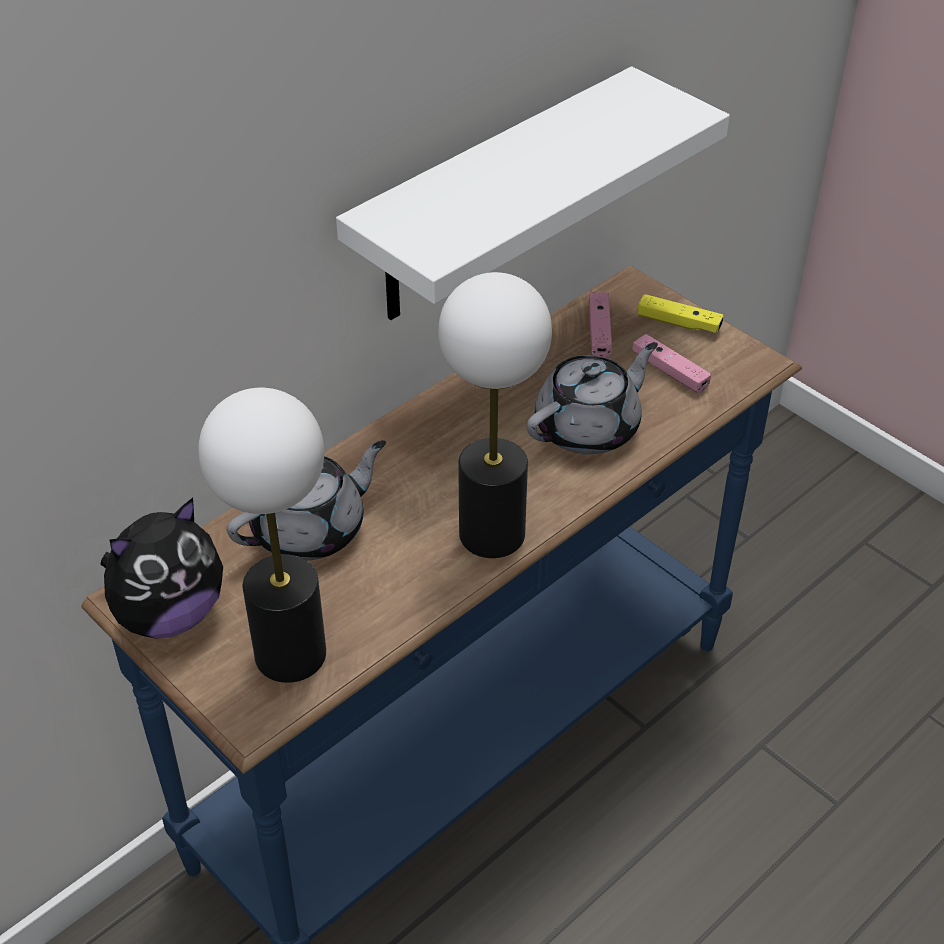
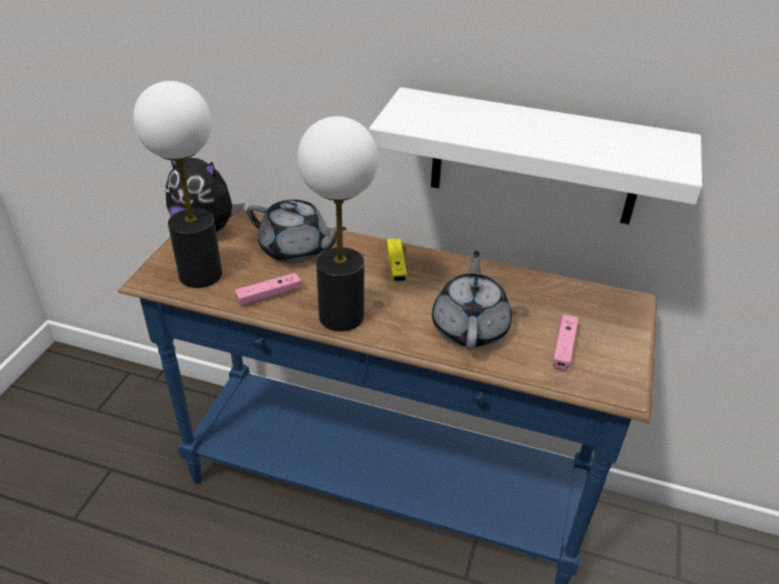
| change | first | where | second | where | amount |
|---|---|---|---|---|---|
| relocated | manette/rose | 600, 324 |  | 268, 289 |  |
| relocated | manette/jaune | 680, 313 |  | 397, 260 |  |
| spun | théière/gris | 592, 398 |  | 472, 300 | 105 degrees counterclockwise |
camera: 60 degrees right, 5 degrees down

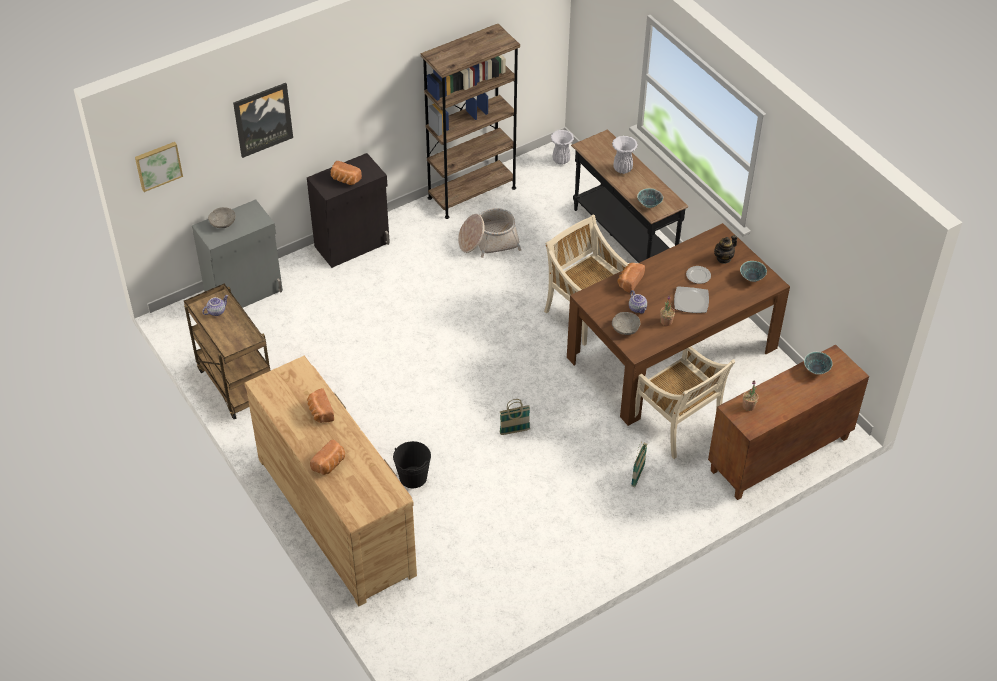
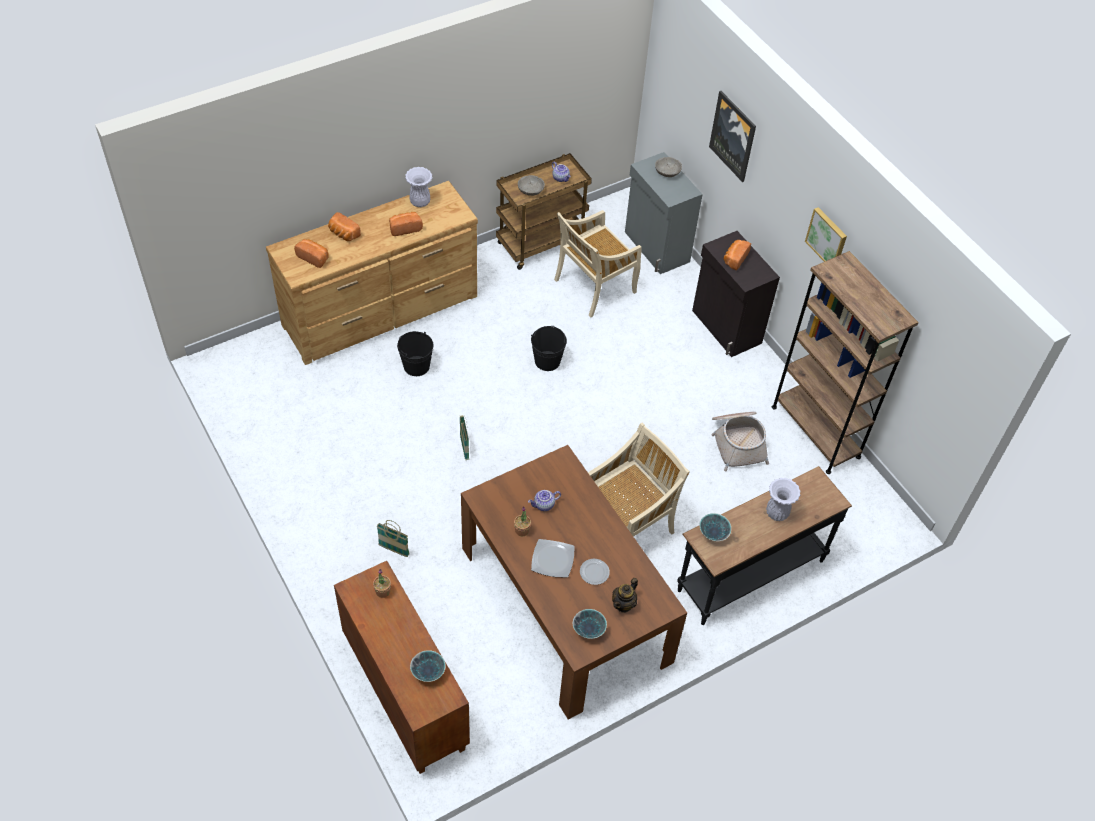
| change | first | where | second | where | amount |
|---|---|---|---|---|---|
| appeared |  |  | seau/noir | 549, 348 |  |
| relocated | tableau | 159, 167 |  | 826, 234 |  |
| relocated | vase/blanc | 562, 147 |  | 419, 187 |  |
| relocated | bol/gris | 626, 323 |  | 531, 185 |  |
| relocated | pain | 631, 278 |  | 311, 253 |  |
| relocated | chaise/beige | 685, 402 |  | 598, 263 |  |
| spun | théière | 725, 249 |  | 625, 595 | 105 degrees counterclockwise |
camera: 90 degrees right, 5 degrees up

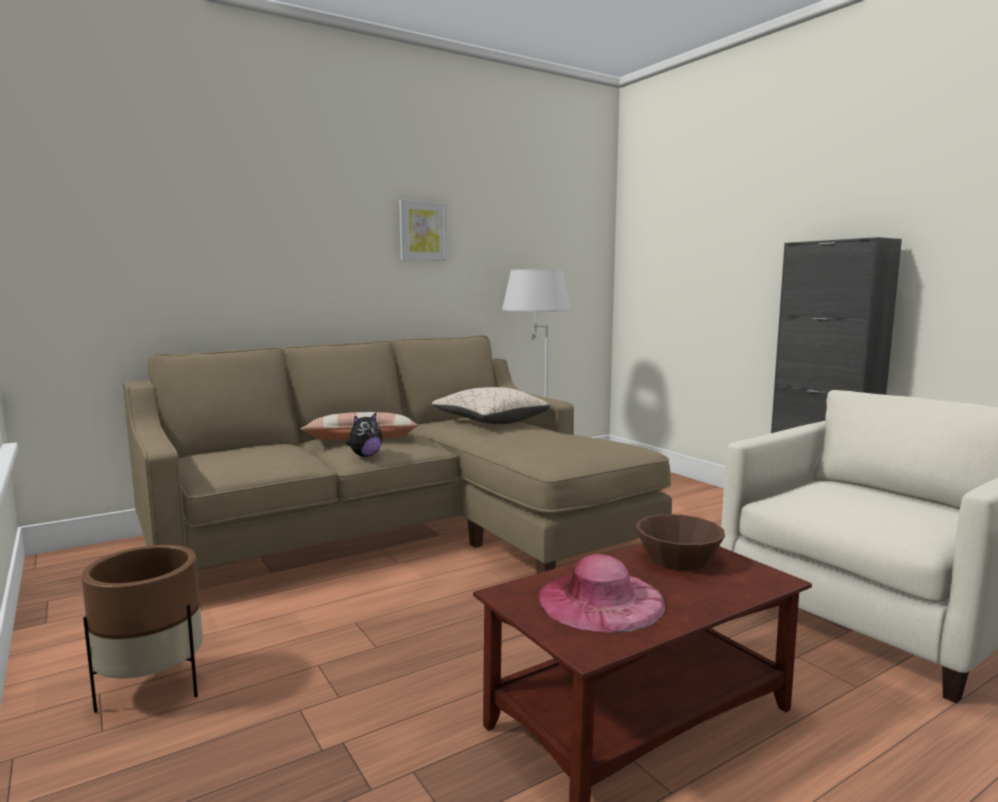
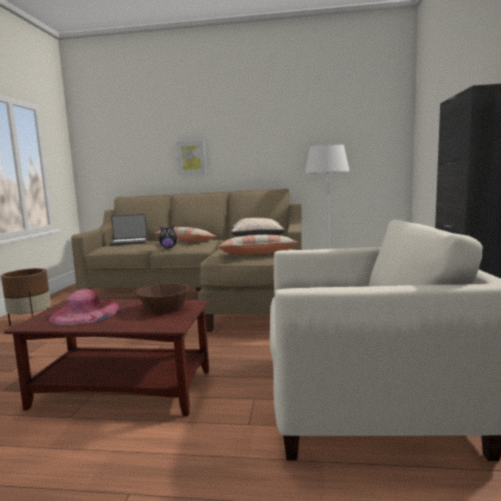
| change | first | where | second | where | amount |
|---|---|---|---|---|---|
| appeared |  |  | ordinateur portable | 128, 230 |  |
| appeared |  |  | coussin | 258, 245 |  |
| relocated | tableau | 423, 230 |  | 191, 157 |  |
camera: 40 degrees right, 0 degrees up

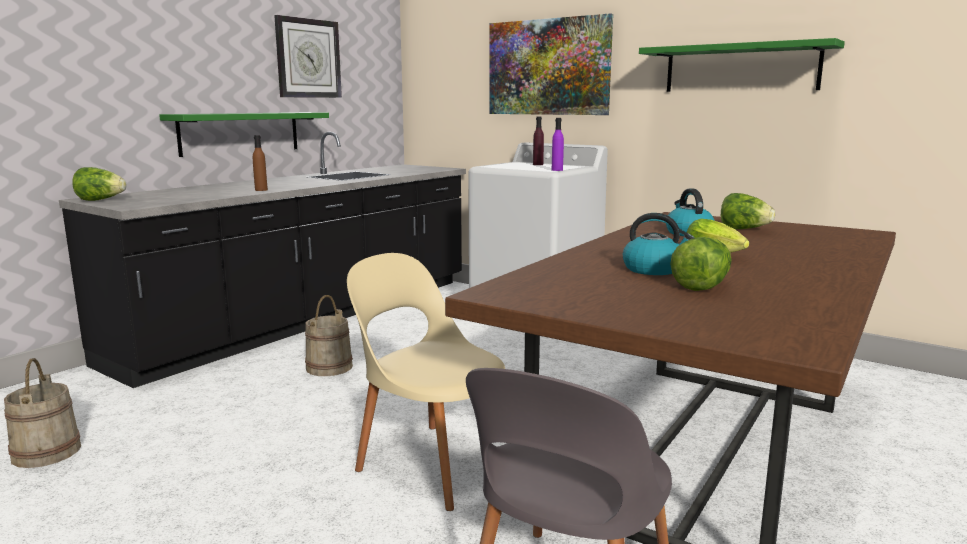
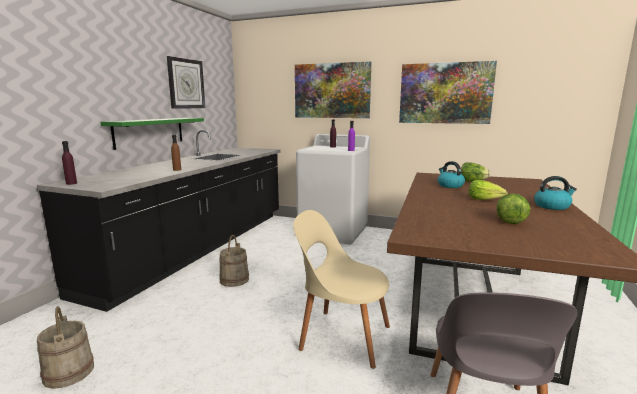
| change | first | where | second | where | amount |
|---|---|---|---|---|---|
| relocated | bouilloire | 659, 244 |  | 555, 193 |  |
| exchanged | laitue | 99, 184 | bouteille/violet | 69, 163 |  |
| exchanged | étagère/vert | 742, 65 | tableau | 448, 92 |  |
camera: 15 degrees left, 0 degrees up

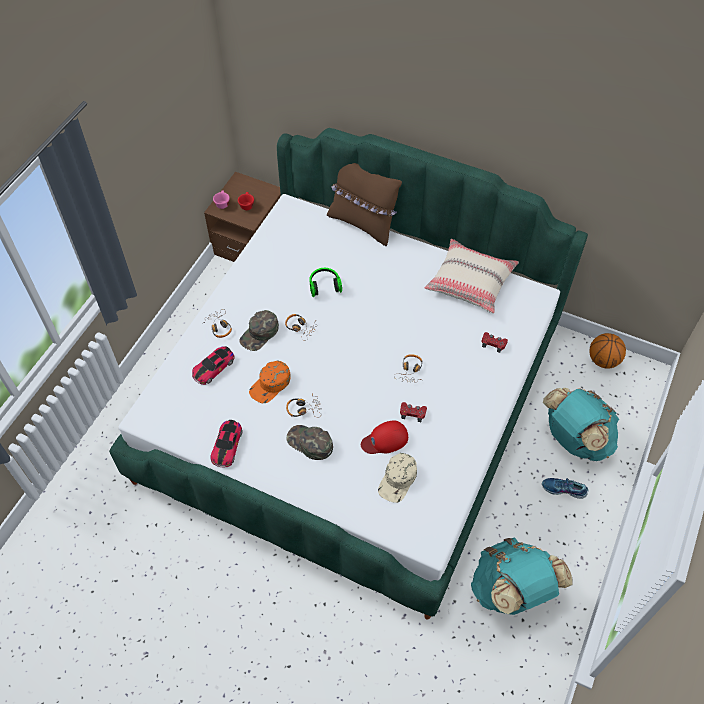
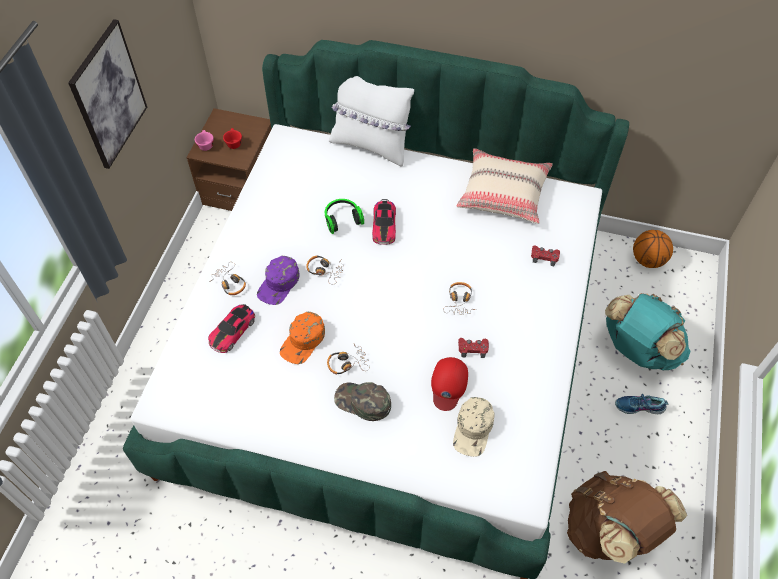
| change | first | where | second | where | amount |
|---|---|---|---|---|---|
| appeared |  |  | tableau | 107, 94 |  |
| relocated | petite voiture | 226, 443 |  | 384, 222 |  |
| colour | casquette/vert | 259, 330 | casquette/violet | 278, 280 |  |
| colour | coussin/marron | 364, 204 | coussin/blanc | 371, 121 |  |
| colour | sac à dos/turquoise | 522, 576 | sac à dos/marron | 627, 517 |  |
| spun | casquette/rouge | 384, 437 |  | 449, 384 | 45 degrees counterclockwise |
camera: 10 degrees left, 0 degrees up

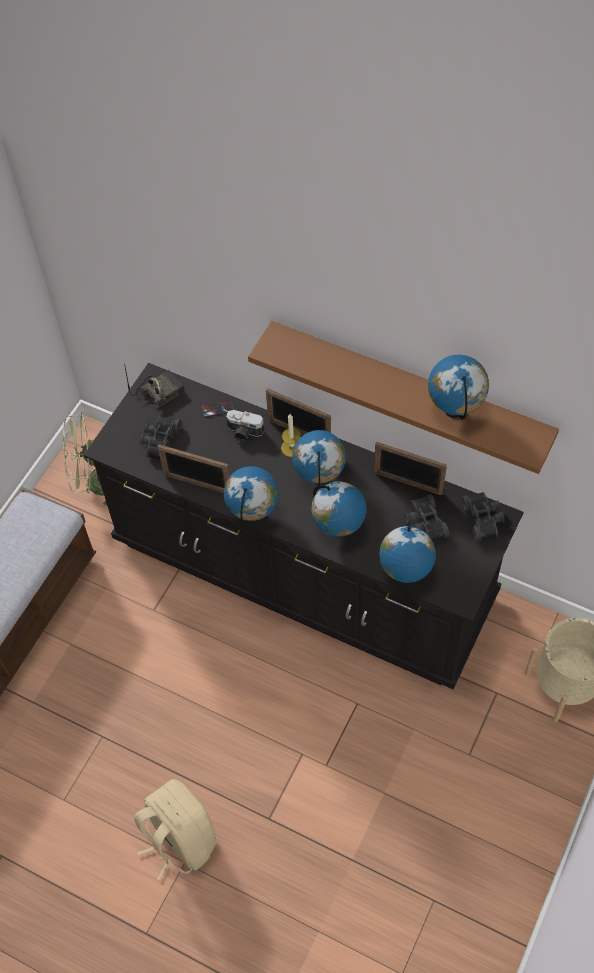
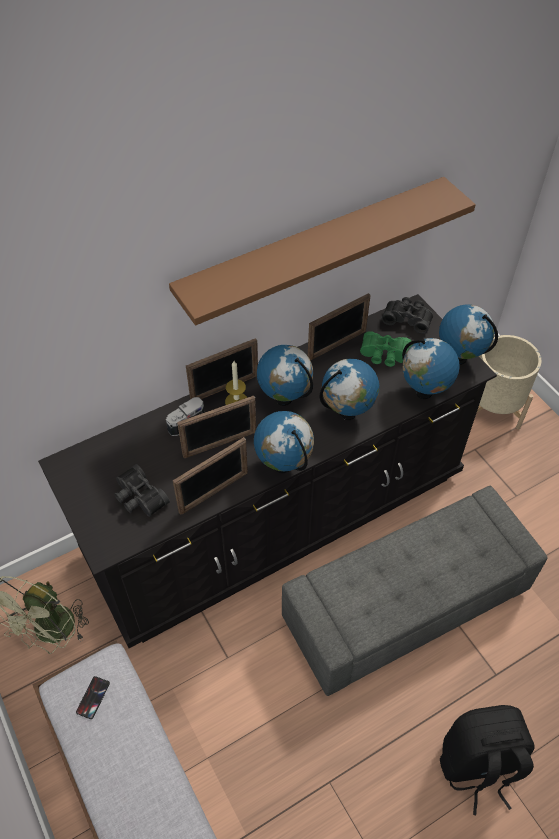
| change | first | where | second | where | amount |
|---|---|---|---|---|---|
| missing | radio | 154, 385 |  |  |  |
| appeared |  |  | cadre photo | 216, 427 |  |
| appeared |  |  | pouf/gris | 415, 591 |  |
| relocated | téléphone | 218, 408 |  | 93, 697 |  |
| relocated | globe | 458, 387 |  | 468, 334 |  |
| colour | sac à dos/beige | 175, 829 | sac à dos/noir | 487, 760 |  |
| colour | jumelles/noir | 427, 517 | jumelles/vert | 386, 349 |  |
camera: 60 degrees left, 5 degrees down

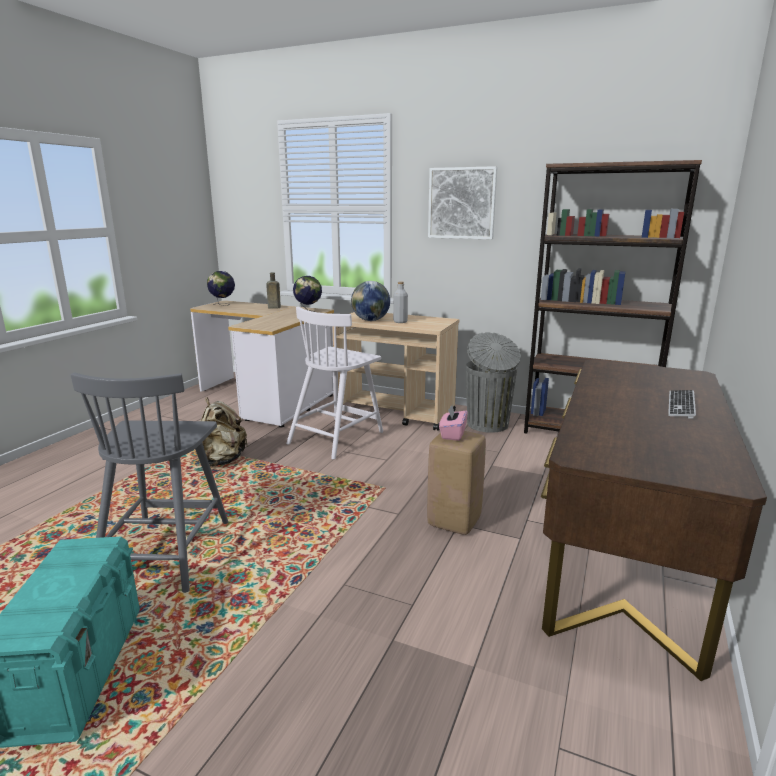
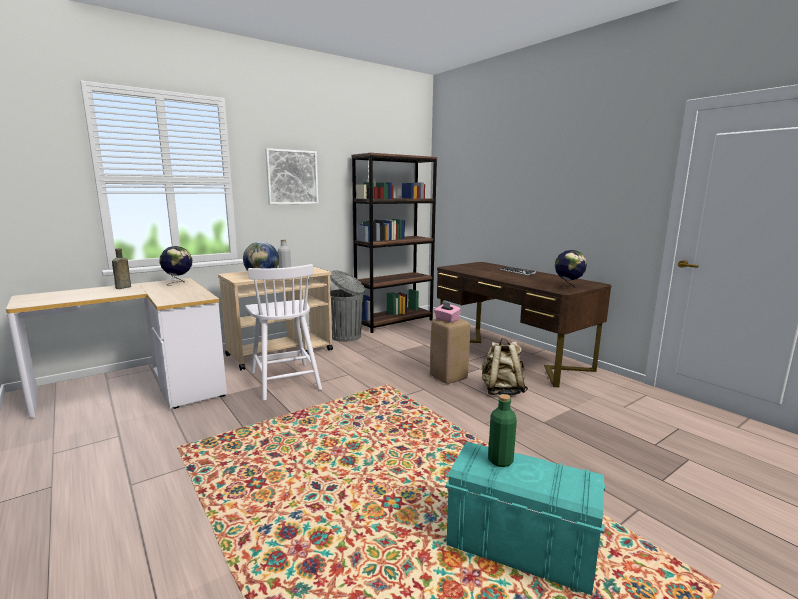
| change | first | where | second | where | amount |
|---|---|---|---|---|---|
| missing | chaise/gris | 149, 482 |  |  |  |
| appeared |  |  | bouteille/vert | 502, 430 |  |
| relocated | sac à dos/beige | 224, 431 |  | 505, 367 |  |
| relocated | globe | 221, 288 |  | 571, 270 |  |
camera: 60 degrees left, 5 degrees down

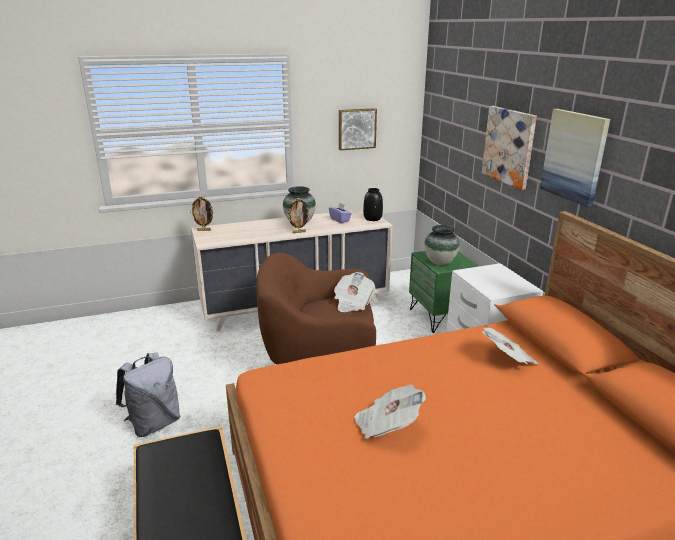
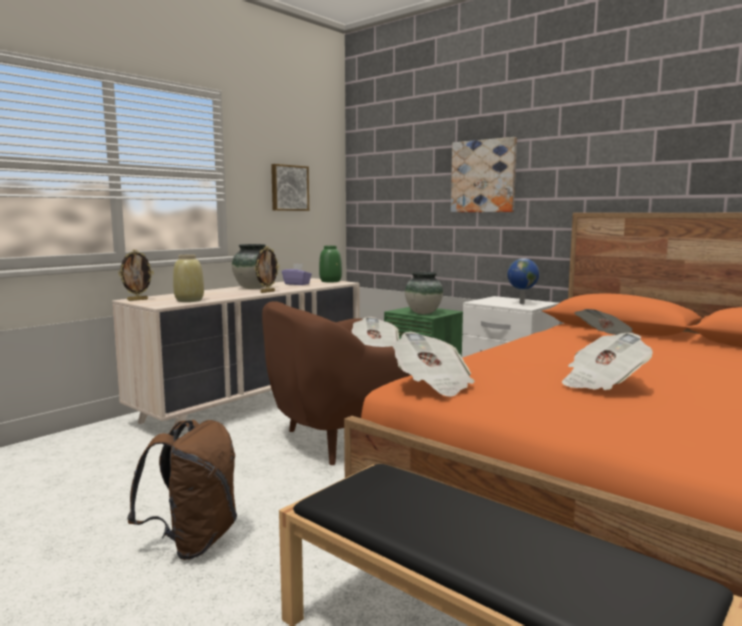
| change | first | where | second | where | amount |
|---|---|---|---|---|---|
| missing | tableau | 575, 158 |  |  |  |
| appeared |  |  | vase/beige | 188, 278 |  |
| appeared |  |  | journal | 433, 364 |  |
| appeared |  |  | globe | 523, 281 |  |
| colour | sac à dos/gris | 148, 394 | sac à dos/marron | 182, 490 |  |
| colour | vase/noir | 373, 204 | vase/vert | 330, 264 |  |
camera: 30 degrees left, 15 degrees down

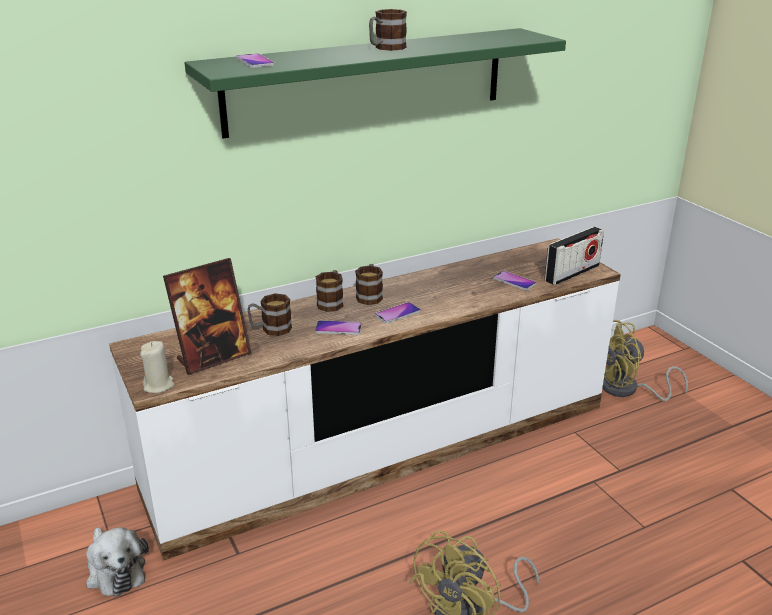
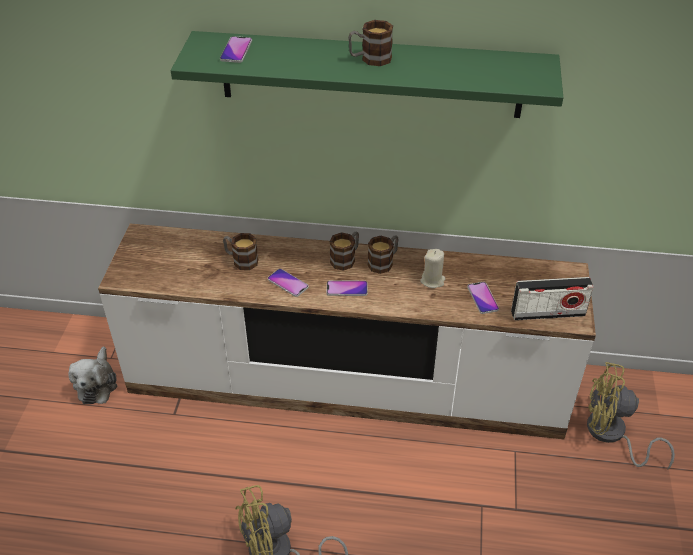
| change | first | where | second | where | amount |
|---|---|---|---|---|---|
| missing | cadre photo | 207, 316 |  |  |  |
| relocated | bougie/beige | 157, 367 |  | 432, 268 |  |
| relocated | mug | 329, 291 |  | 383, 254 |  |
camera: 35 degrees right, 15 degrees up

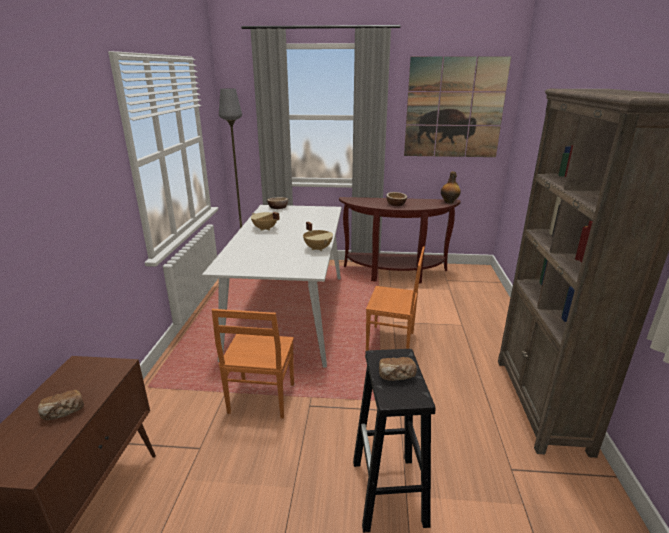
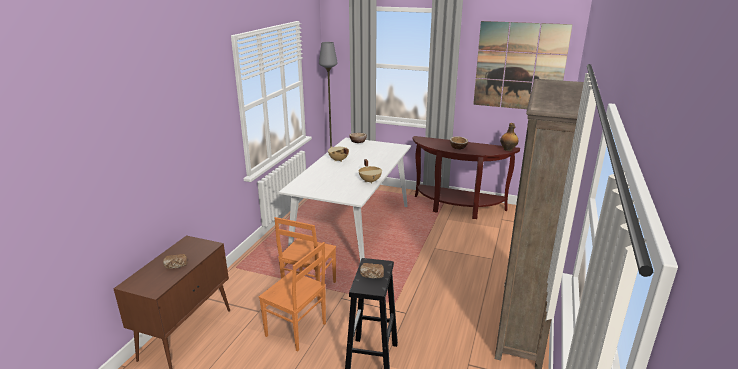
| change | first | where | second | where | amount |
|---|---|---|---|---|---|
| relocated | chaise/orange | 395, 298 |  | 292, 297 |  |
camera: 15 degrees right, 0 degrees up

